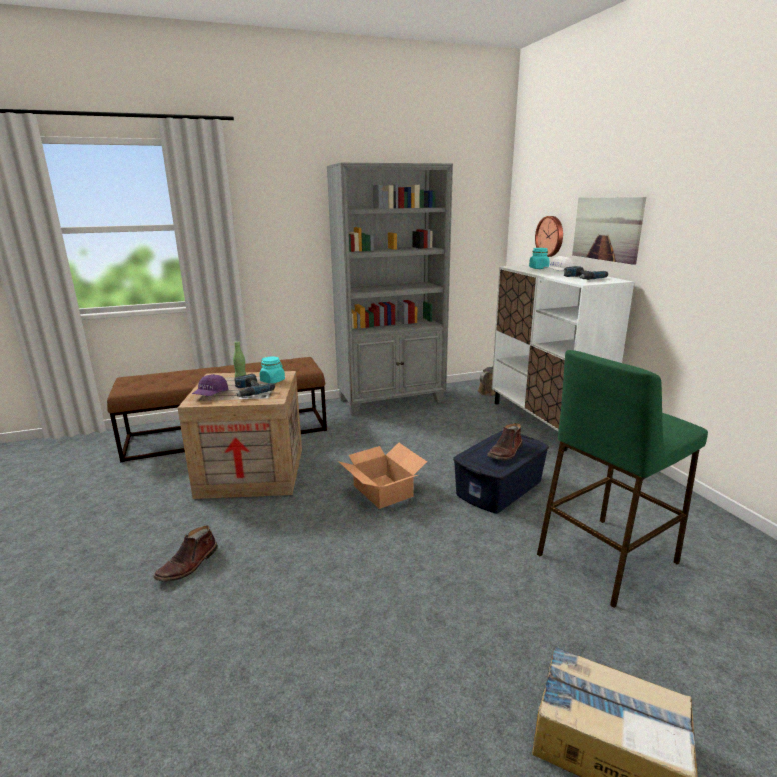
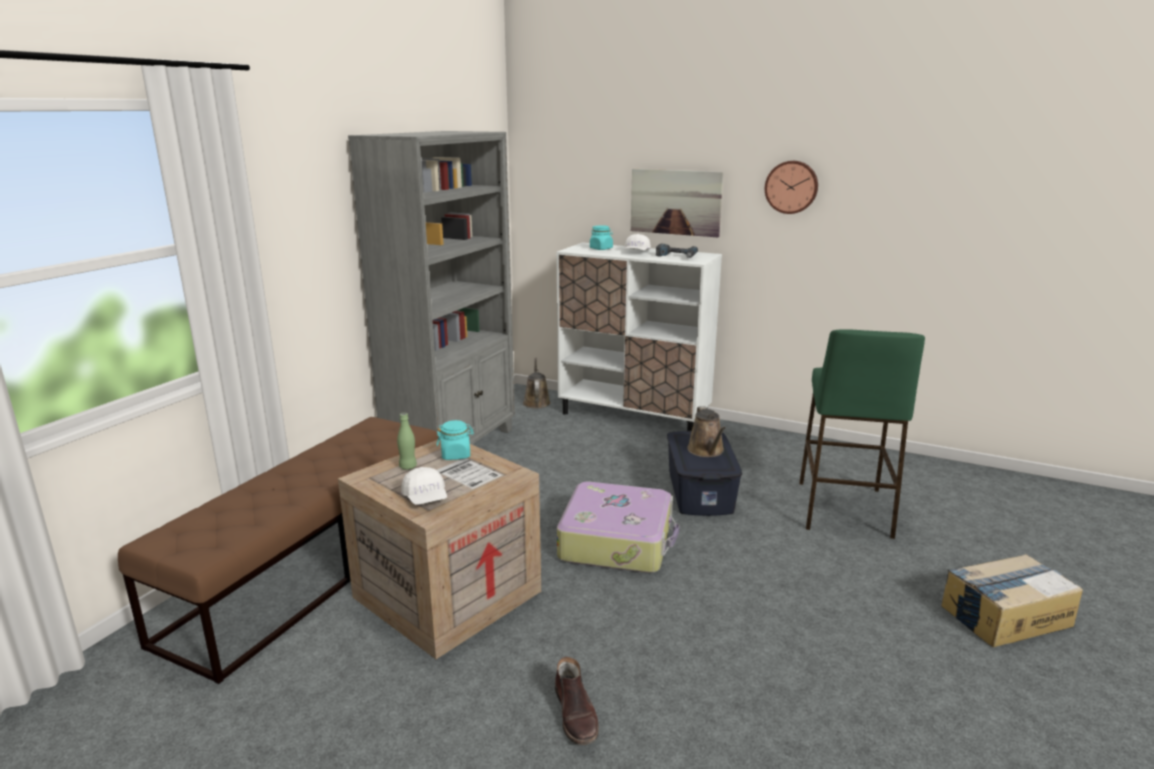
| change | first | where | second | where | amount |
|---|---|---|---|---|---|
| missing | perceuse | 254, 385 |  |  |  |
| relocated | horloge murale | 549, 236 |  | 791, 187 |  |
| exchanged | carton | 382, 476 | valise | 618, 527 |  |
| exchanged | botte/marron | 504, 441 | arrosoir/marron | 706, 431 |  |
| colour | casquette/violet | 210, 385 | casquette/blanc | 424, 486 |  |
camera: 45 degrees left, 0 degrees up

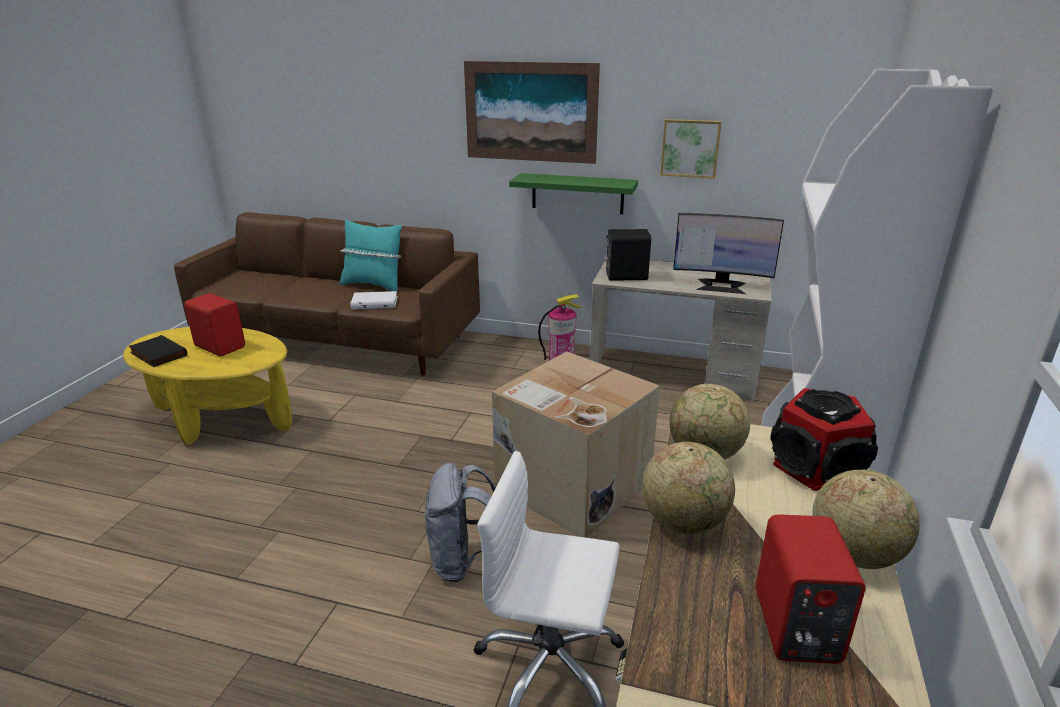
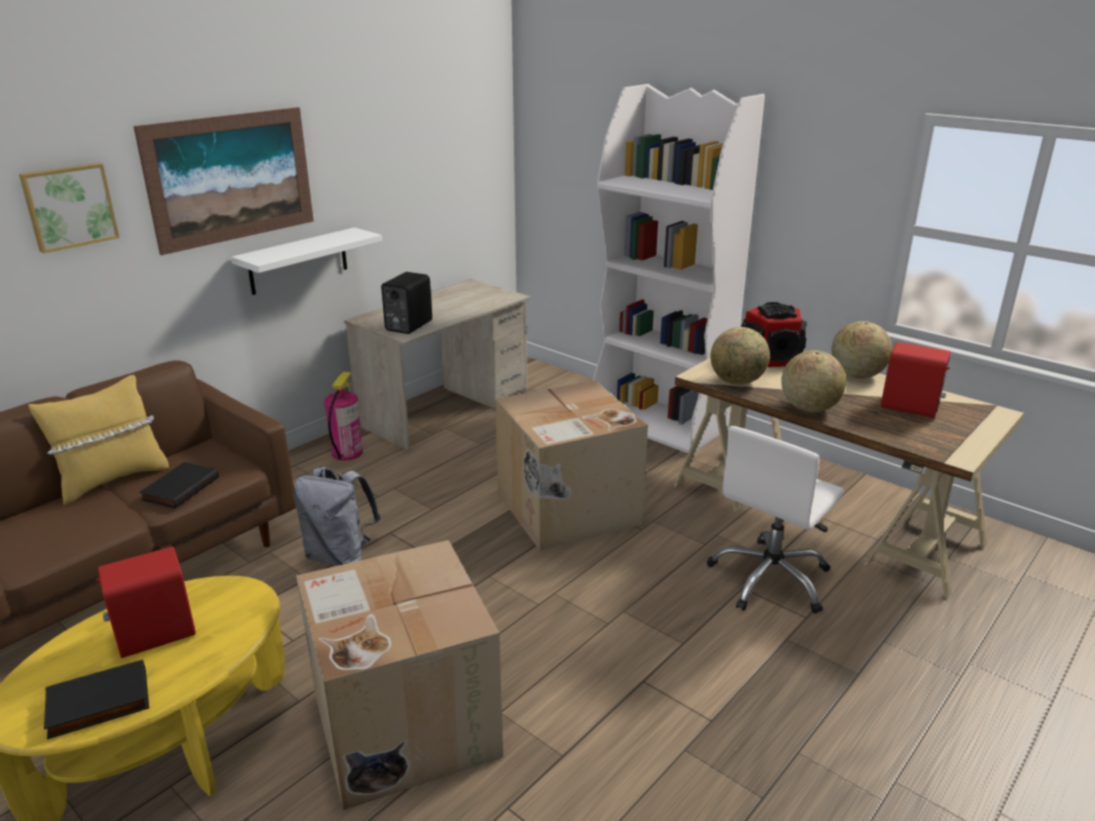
| change | first | where | second | where | amount |
|---|---|---|---|---|---|
| missing | écran d'ordinateur | 728, 253 |  |  |  |
| appeared |  |  | carton | 399, 675 |  |
| relocated | sac à dos/gris | 460, 522 |  | 337, 516 |  |
| relocated | tableau | 691, 149 |  | 69, 208 |  |
| colour | coussin/turquoise | 371, 255 | coussin/jaune | 98, 440 |  |
| colour | livre/blanc | 373, 300 | livre/noir | 179, 485 |  |
| colour | étagère/vert | 573, 193 | étagère/blanc | 306, 261 |  |
camera: 65 degrees left, 0 degrees up

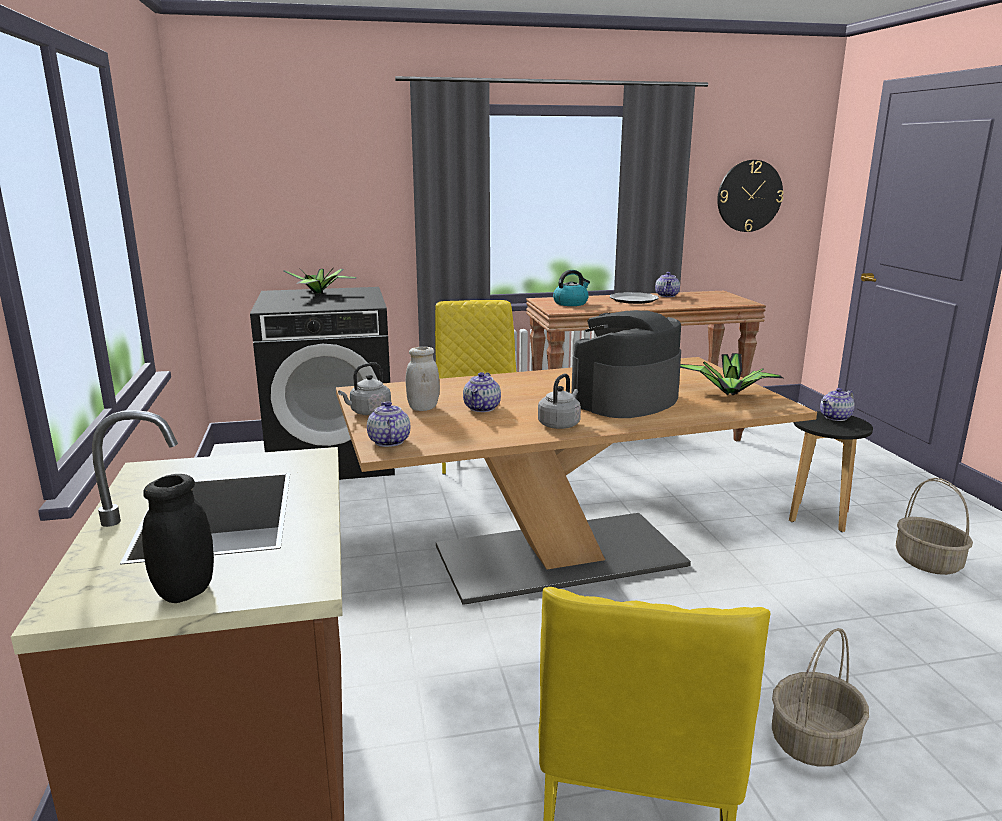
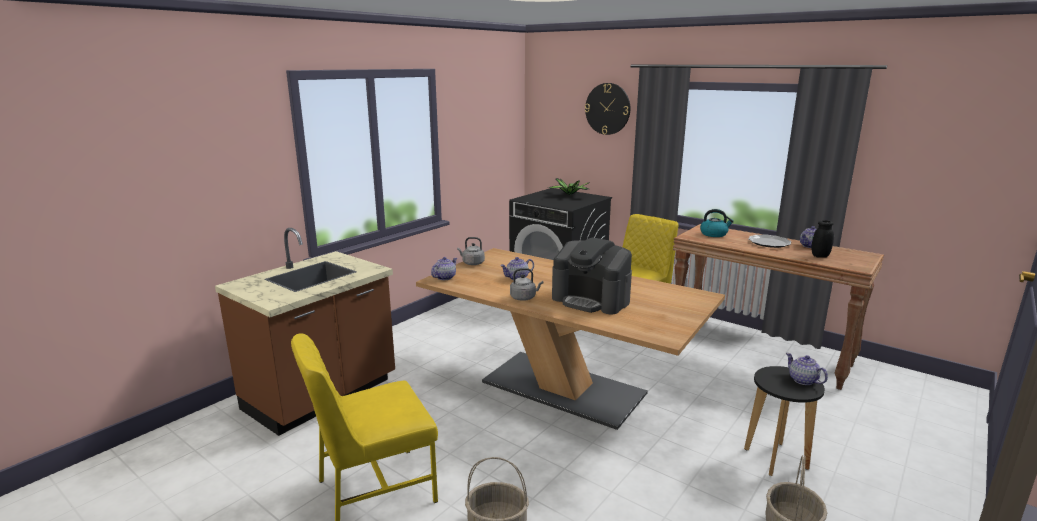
| change | first | where | second | where | amount |
|---|---|---|---|---|---|
| missing | bocal/blanc | 423, 379 |  |  |  |
| missing | plante en pot | 731, 374 |  |  |  |
| relocated | bocal/noir | 178, 538 |  | 822, 239 |  |
| relocated | horloge murale | 750, 196 |  | 607, 109 |  |
| spun | machine à café | 626, 364 |  | 592, 275 | 150 degrees counterclockwise |
| spun | théière | 837, 404 |  | 807, 369 | 45 degrees clockwise |
camera: 50 degrees right, 0 degrees up

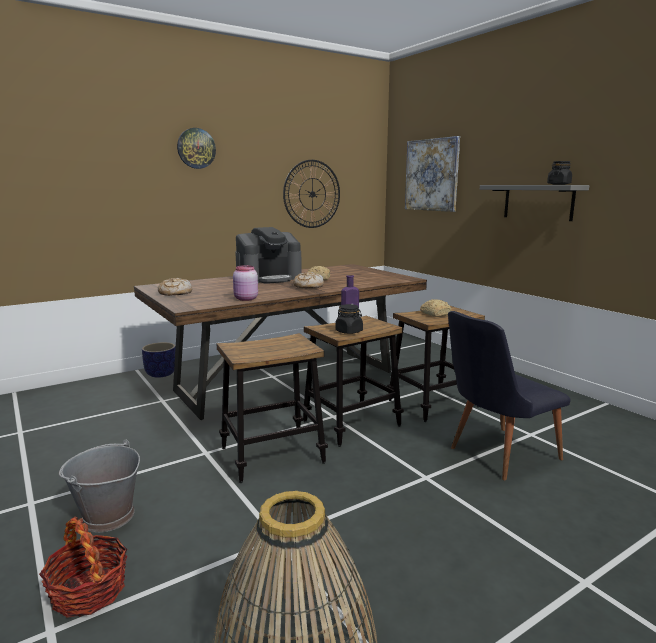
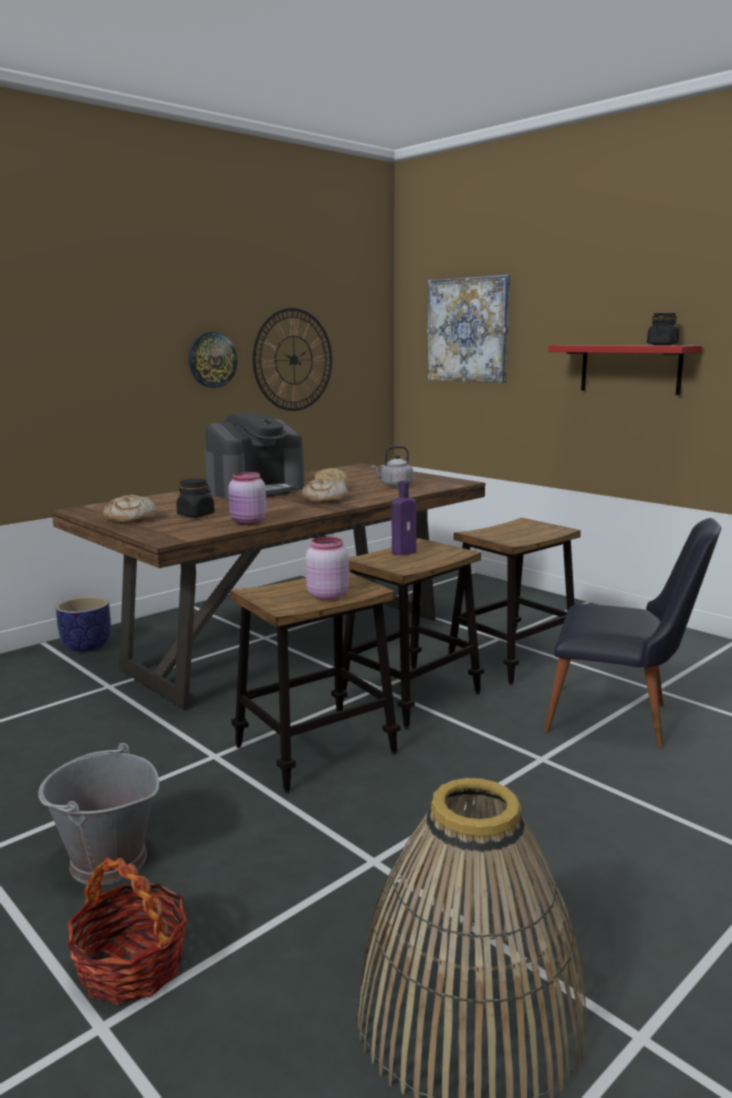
| change | first | where | second | where | amount |
|---|---|---|---|---|---|
| missing | pain | 436, 308 |  |  |  |
| appeared |  |  | bocal/rose | 327, 568 |  |
| appeared |  |  | bouilloire/gris | 392, 466 |  |
| relocated | horloge murale | 196, 148 |  | 212, 360 |  |
| relocated | bocal/noir | 349, 319 |  | 195, 497 |  |
| colour | étagère/gris | 534, 203 | étagère/rouge | 625, 370 |  |
| spun | chaise/noir | 509, 395 |  | 632, 633 | 120 degrees counterclockwise |
camera: 10 degrees left, 0 degrees up

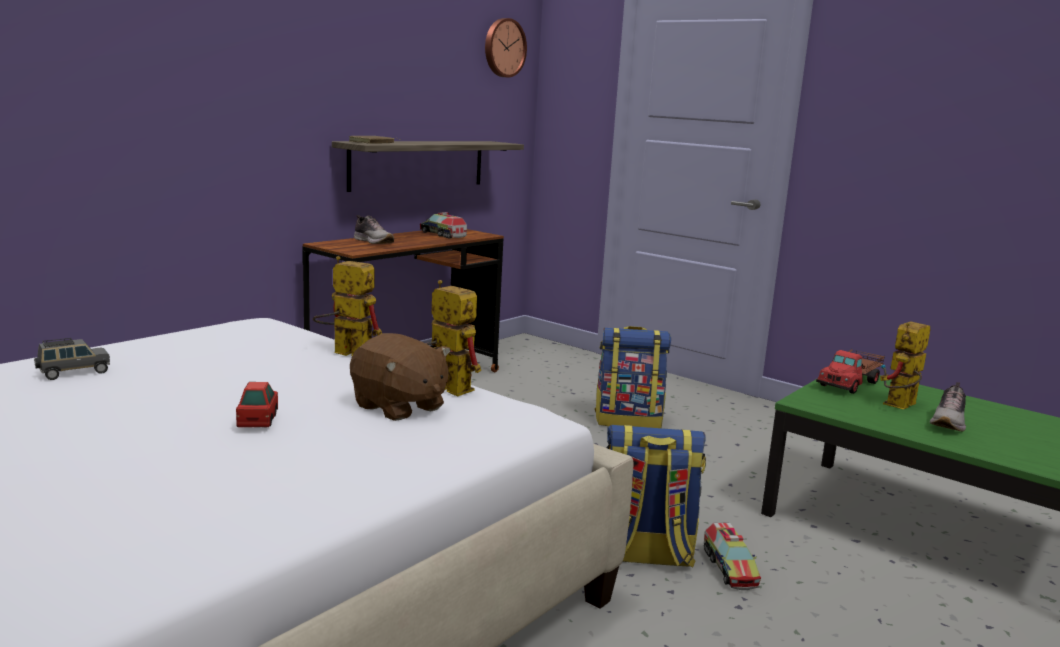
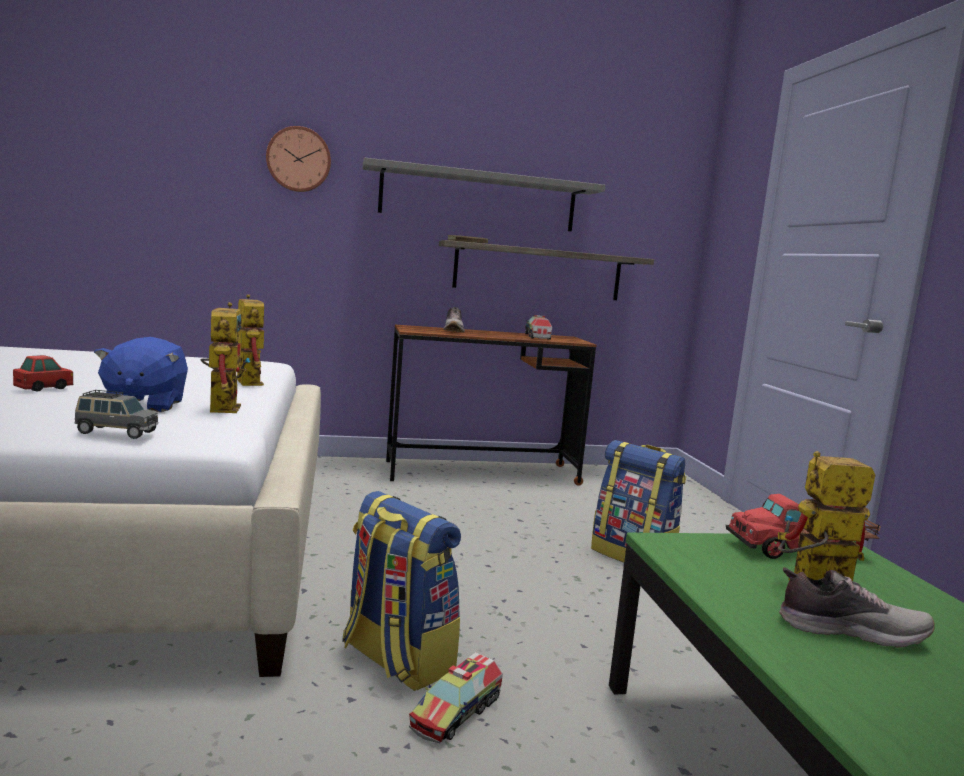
| change | first | where | second | where | amount |
|---|---|---|---|---|---|
| appeared |  |  | étagère/gris | 484, 194 |  |
| relocated | petite voiture/gris | 72, 359 |  | 116, 414 |  |
| relocated | horloge murale | 506, 47 |  | 298, 159 |  |
| colour | peluche/marron | 400, 377 | peluche/bleu | 141, 374 |  |
| spun | chaussure | 948, 406 |  | 857, 607 | 150 degrees counterclockwise |
camera: 40 degrees right, 5 degrees down

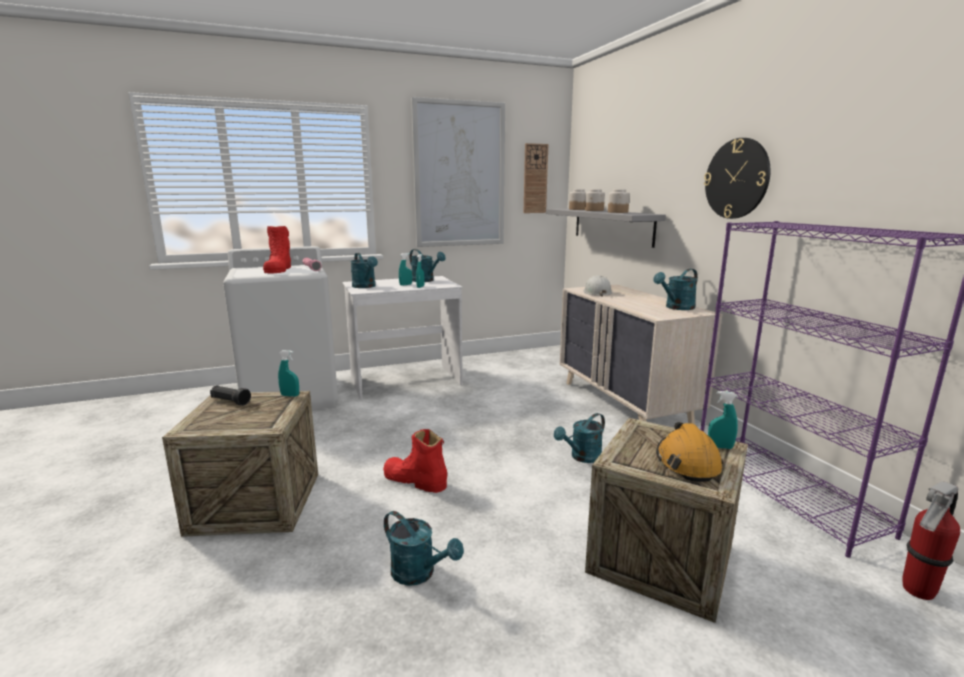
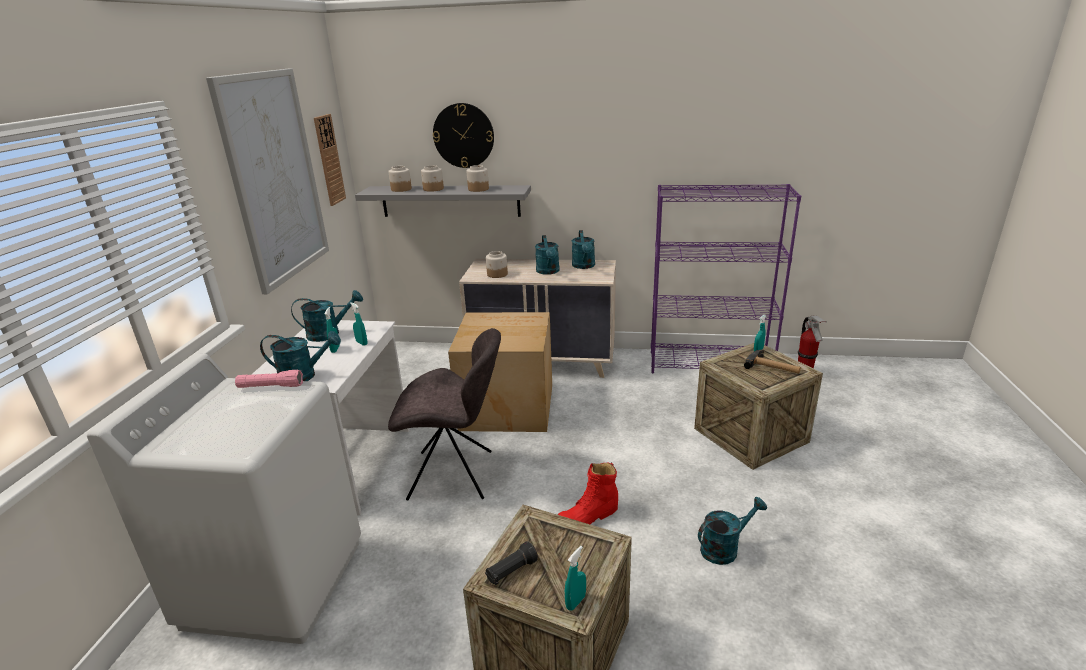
| change | first | where | second | where | amount |
|---|---|---|---|---|---|
| missing | botte/rouge | 277, 249 |  |  |  |
| appeared |  |  | chaise/gris | 444, 414 |  |
| appeared |  |  | carton | 500, 372 |  |
| relocated | vaporisateur/turquoise | 288, 373 |  | 575, 578 |  |
| relocated | arrosoir/turquoise | 579, 438 |  | 547, 255 |  |
| relocated | horloge murale | 737, 178 |  | 463, 135 |  |
| exchanged | casque de chantier/blanc | 597, 286 | bocal | 497, 264 |  |
| exchanged | casque de chantier/orange | 689, 452 | marteau | 772, 362 |  |
camera: 60 degrees left, 10 degrees up

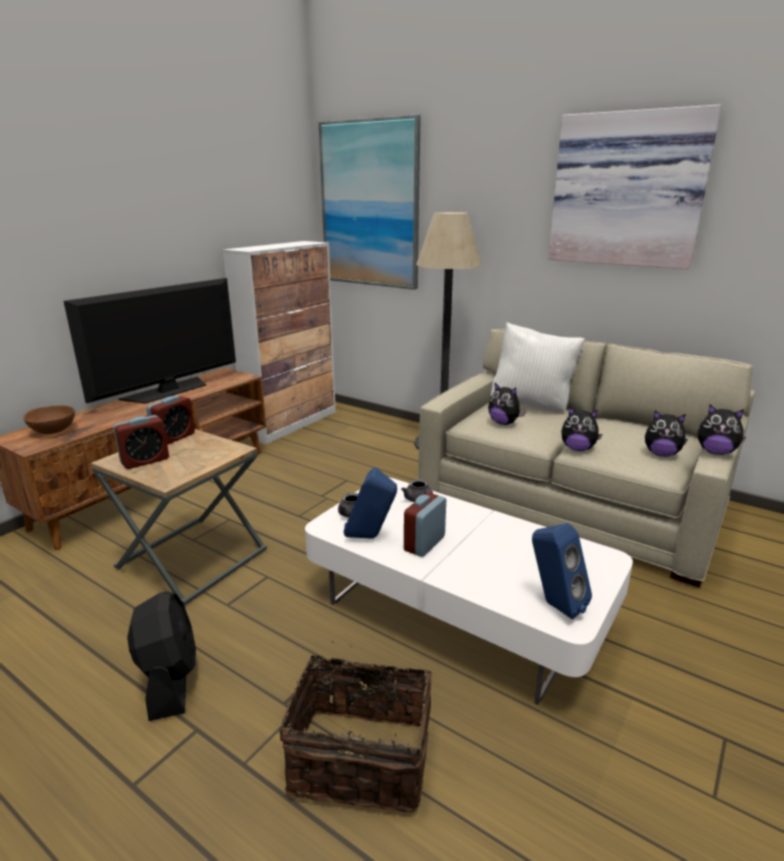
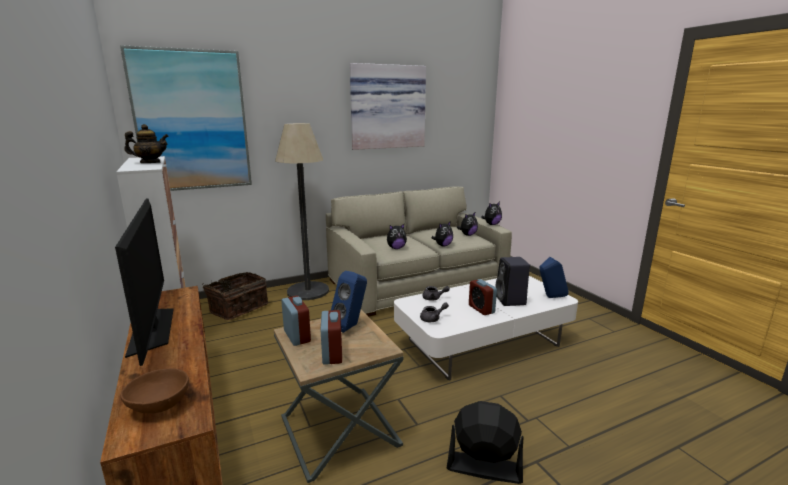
| change | first | where | second | where | amount |
|---|---|---|---|---|---|
| missing | coussin/blanc | 538, 367 |  |  |  |
| appeared |  |  | théière | 147, 143 |  |
| appeared |  |  | enceinte/noir | 512, 281 |  |
| relocated | panier | 355, 727 |  | 235, 296 |  |
| relocated | enceinte/bleu | 370, 503 |  | 349, 302 |  |
camera: 60 degrees left, 5 degrees down

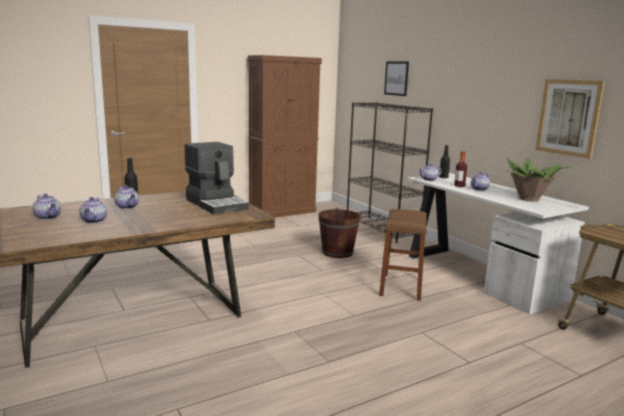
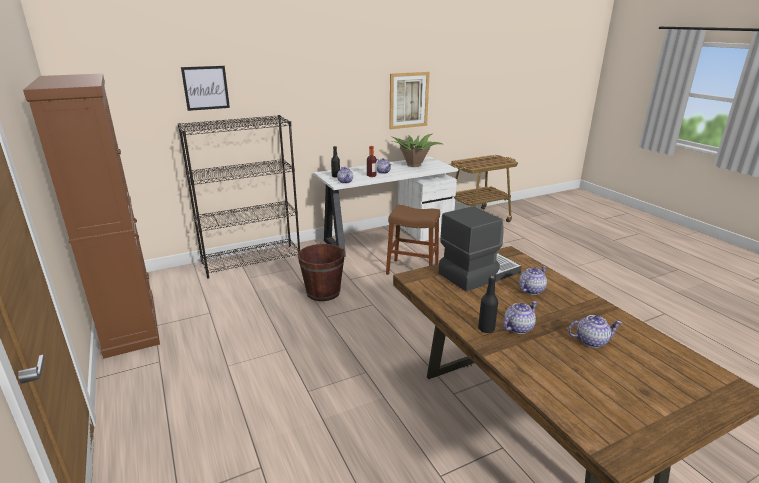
| change | first | where | second | where | amount |
|---|---|---|---|---|---|
| relocated | théière | 47, 207 |  | 533, 280 |  |
camera: 85 degrees left, 10 degrees up

